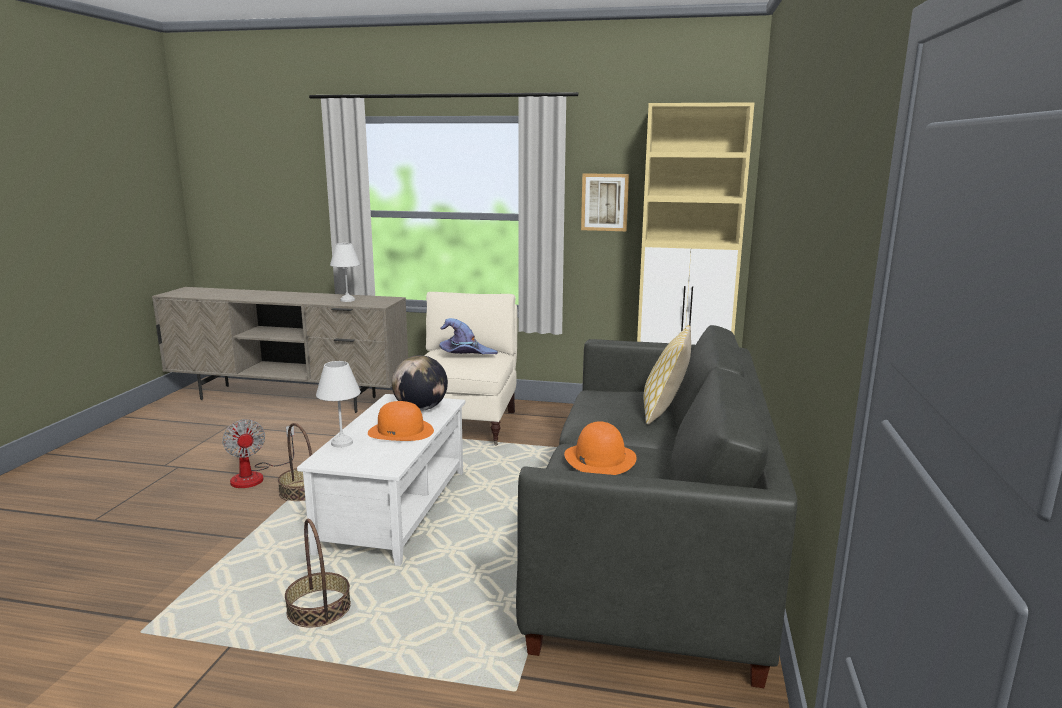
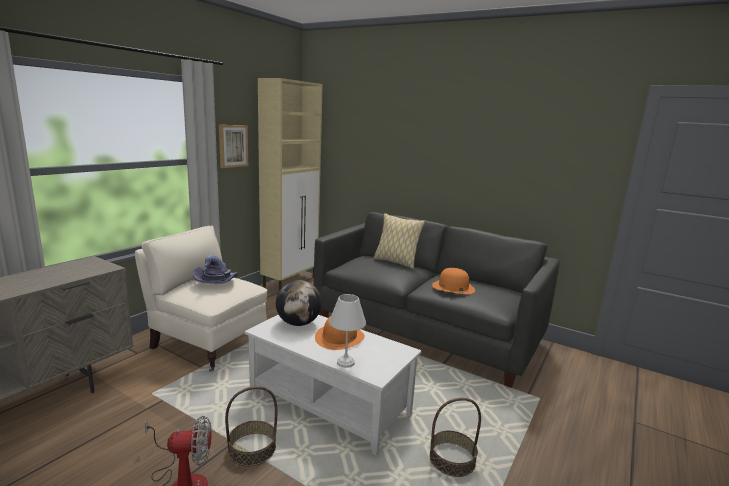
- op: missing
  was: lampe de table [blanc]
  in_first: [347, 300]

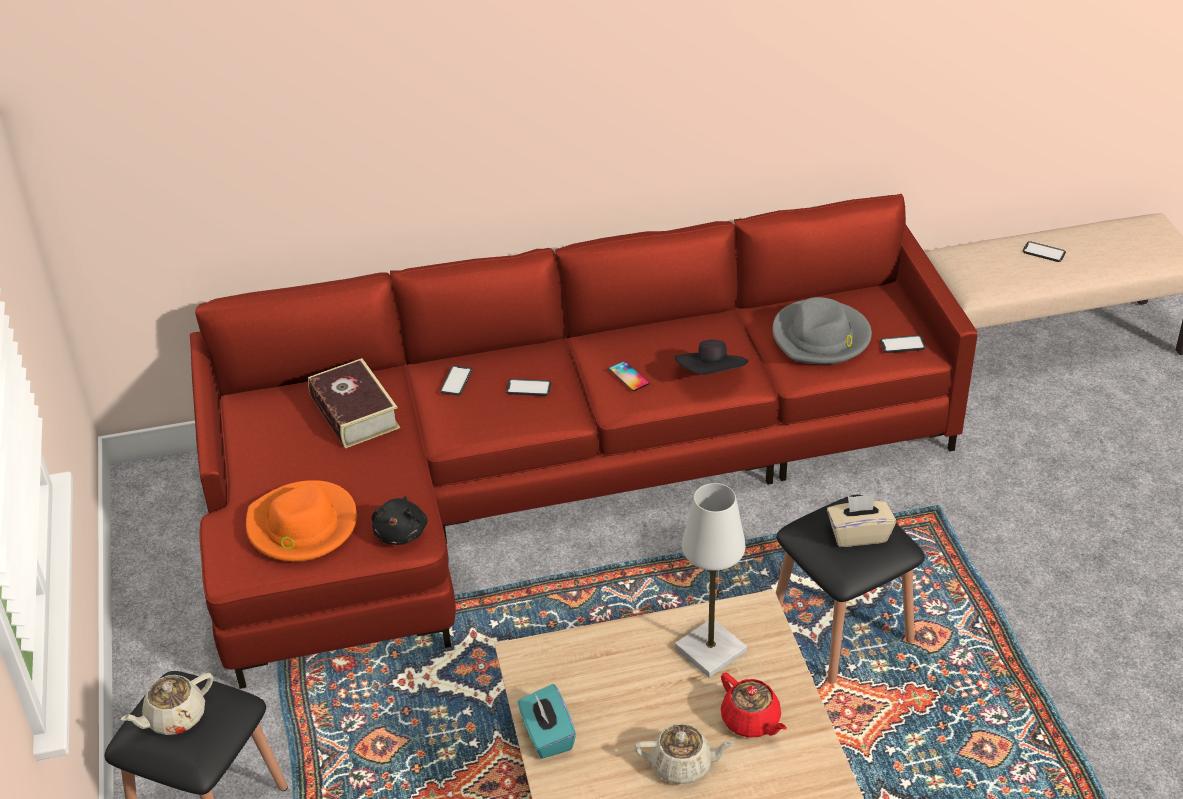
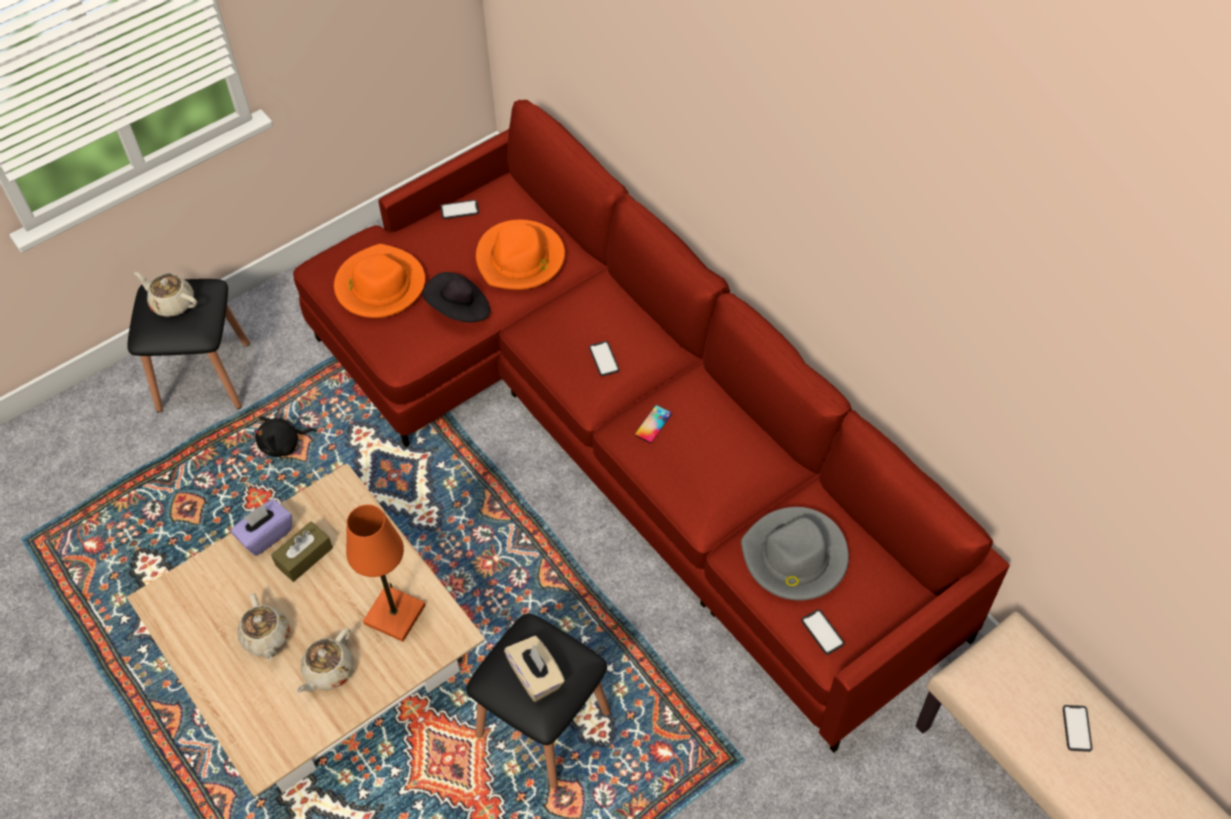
- op: exchanged
  was: livre
  now: chapeau [orange]
  in_first: [354, 413]
  in_second: [521, 259]
- op: relocated
  was: peluche [noir]
  in_first: [401, 532]
  in_second: [283, 444]
- op: relocated
  was: téléphone
  in_first: [456, 381]
  in_second: [459, 210]
- op: colour
  was: boîte à mouchoirs [turquoise]
  now: boîte à mouchoirs [violet]
  in_first: [547, 735]
  in_second: [266, 535]
- op: relocated
  was: chapeau [noir]
  in_first: [711, 376]
  in_second: [459, 309]
- op: colour
  was: lampe de table [blanc]
  now: lampe de table [orange]
  in_first: [710, 650]
  in_second: [395, 614]
- op: colour
  was: théière [rouge]
  now: théière [beige]
  in_first: [751, 721]
  in_second: [328, 671]
- op: appeared
  now: boîte à mouchoirs [marron]
  in_second: [304, 557]

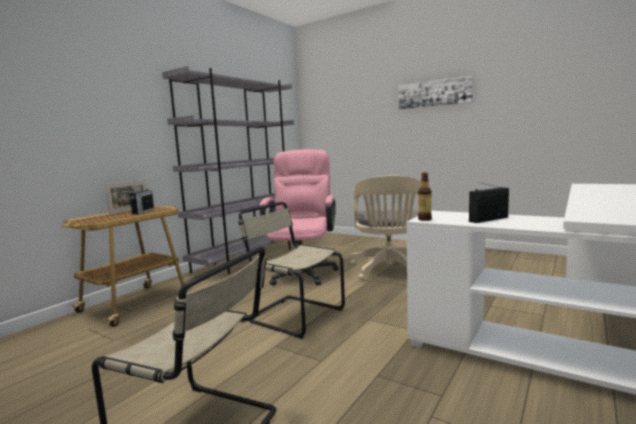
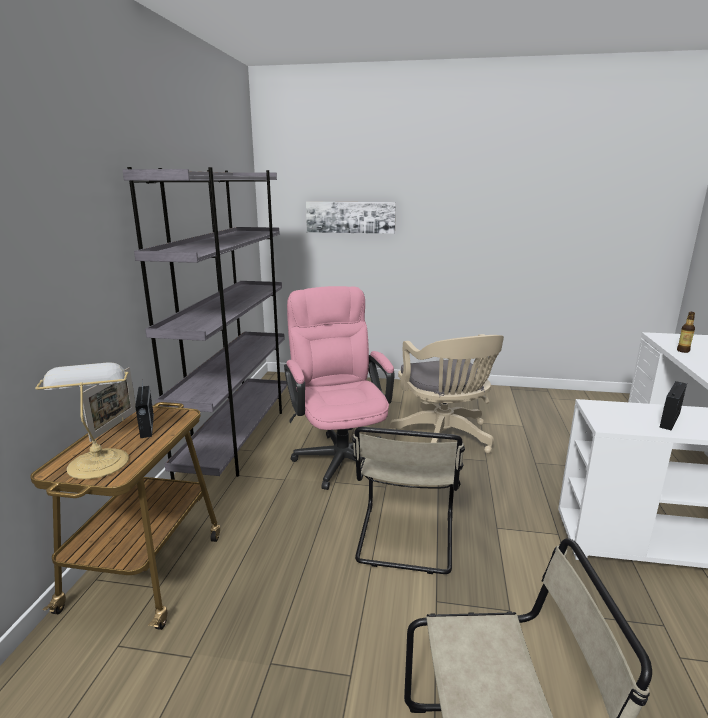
- op: spun
  was: chaise [beige]
  in_first: [293, 315]
  in_second: [405, 540]
  clockwise: -90
- op: relocated
  was: tableau
  in_first: [434, 93]
  in_second: [350, 217]
- op: relocated
  was: bouteille
  in_first: [424, 219]
  in_second: [683, 351]
- op: appeared
  now: lampe de table
  in_second: [98, 462]

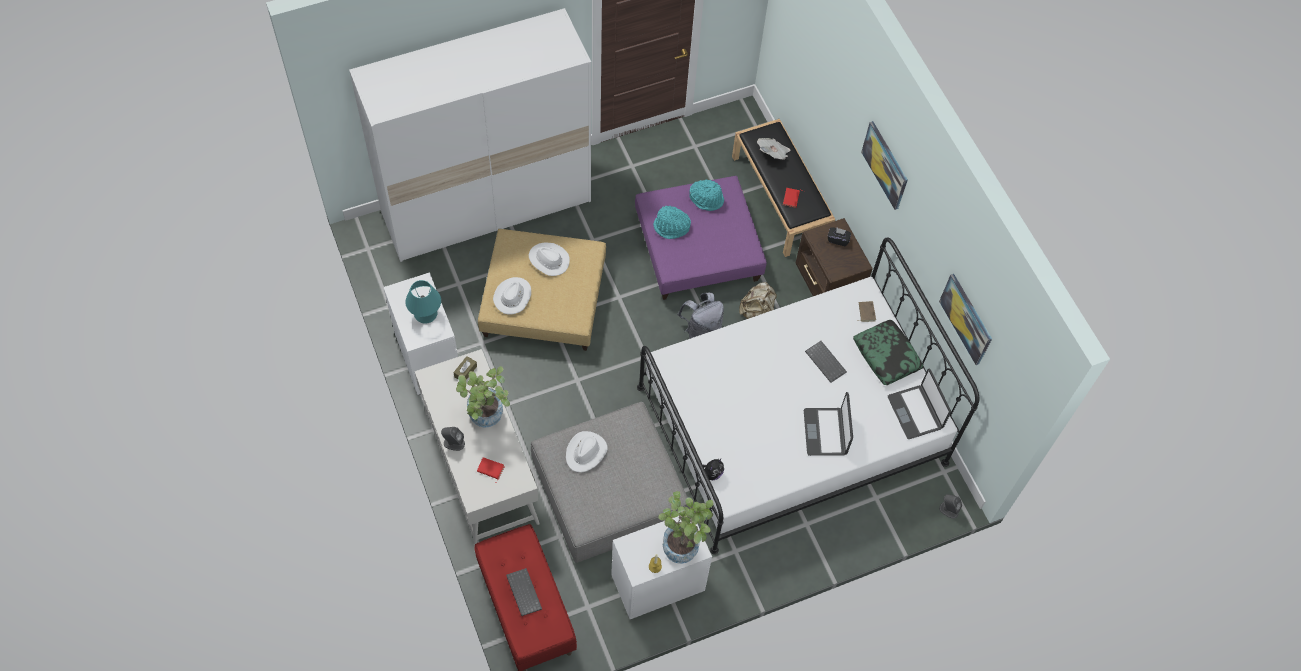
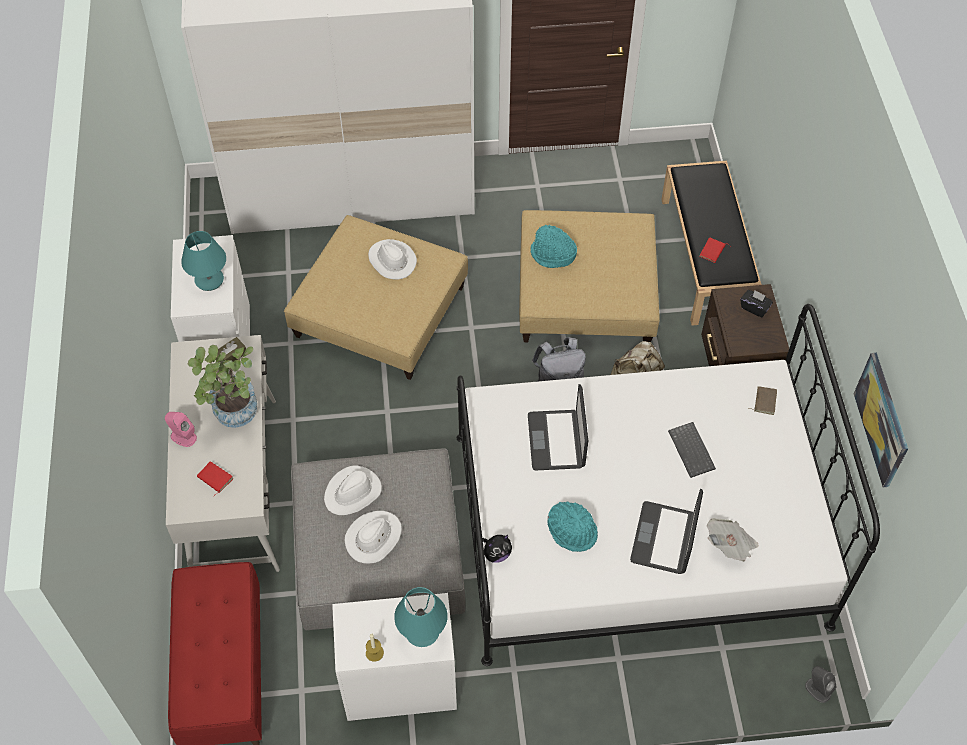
- op: colour
  was: enceinte [gris]
  now: enceinte [rose]
  in_first: [453, 443]
  in_second: [183, 436]
- op: relocated
  was: chapeau [blanc]
  in_first: [512, 296]
  in_second: [373, 538]
- op: missing
  was: clavier
  in_first: [523, 592]
- op: colour
  was: pouf [violet]
  now: pouf [beige]
  in_first: [697, 249]
  in_second: [585, 293]
- op: exchanged
  was: plante en pot
  now: lampe de table [turquoise]
  in_first: [683, 543]
  in_second: [422, 632]
- op: relocated
  was: chapeau [turquoise]
  in_first: [706, 198]
  in_second: [572, 530]
- op: relocated
  was: journal
  in_first: [773, 154]
  in_second: [730, 545]
- op: missing
  was: coussin
  in_first: [887, 356]
- op: missing
  was: tableau
  in_first: [885, 165]
- op: relocated
  was: ordinateur portable
  in_first: [915, 412]
  in_second: [557, 441]

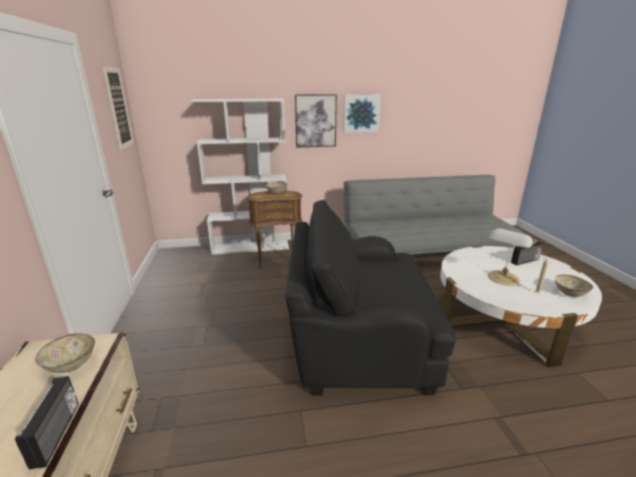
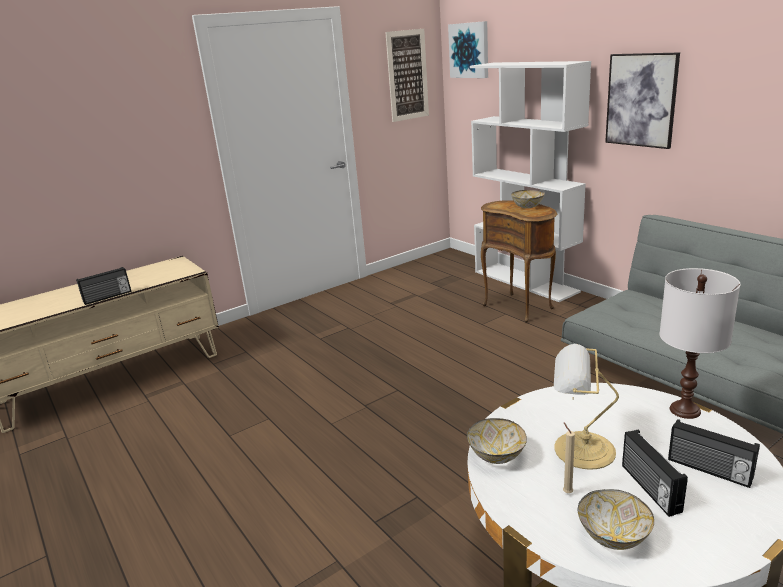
- op: relocated
  was: bol
  in_first: [71, 365]
  in_second: [497, 456]
- op: missing
  was: fauteuil [noir]
  in_first: [357, 341]
- op: relocated
  was: tableau
  in_first: [361, 113]
  in_second: [469, 50]
- op: appeared
  now: radio
  in_second: [649, 488]
- op: appeared
  now: lampe de table [blanc]
  in_second: [684, 410]

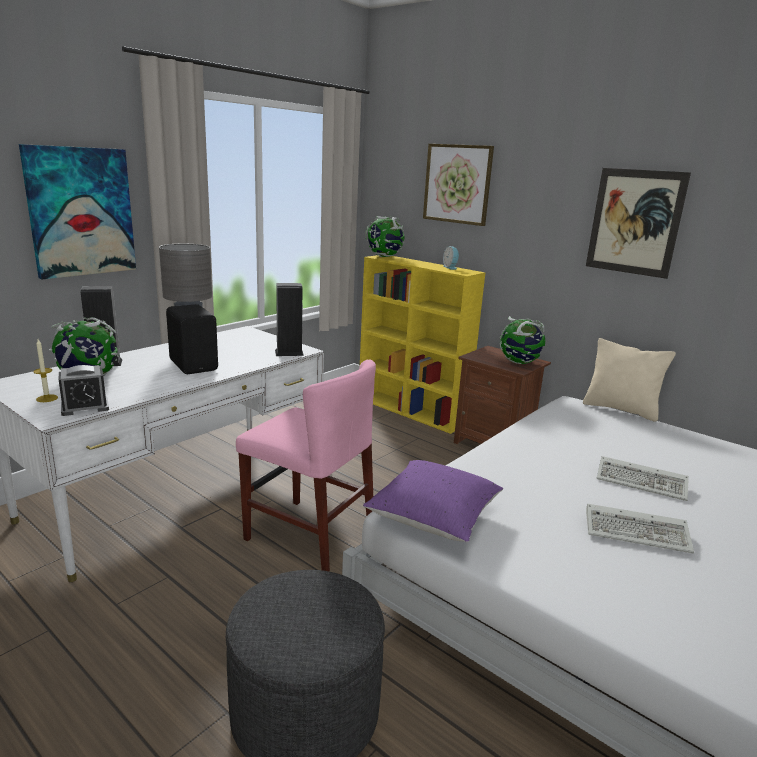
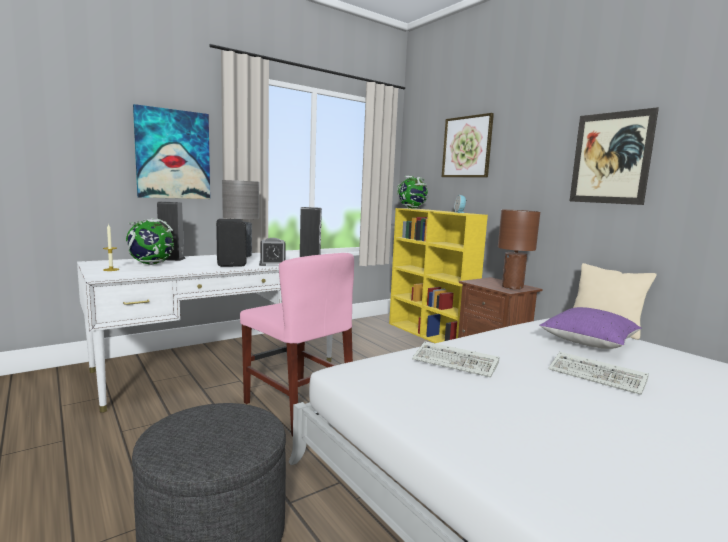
- op: relocated
  was: réveil
  in_first: [85, 407]
  in_second: [272, 264]
- op: relocated
  was: coussin [violet]
  in_first: [433, 517]
  in_second: [588, 343]
- op: exchanged
  was: globe
  now: lampe de table [marron]
  in_first: [519, 362]
  in_second: [512, 287]
- op: relocated
  was: clavier
  in_first: [638, 532]
  in_second: [457, 363]

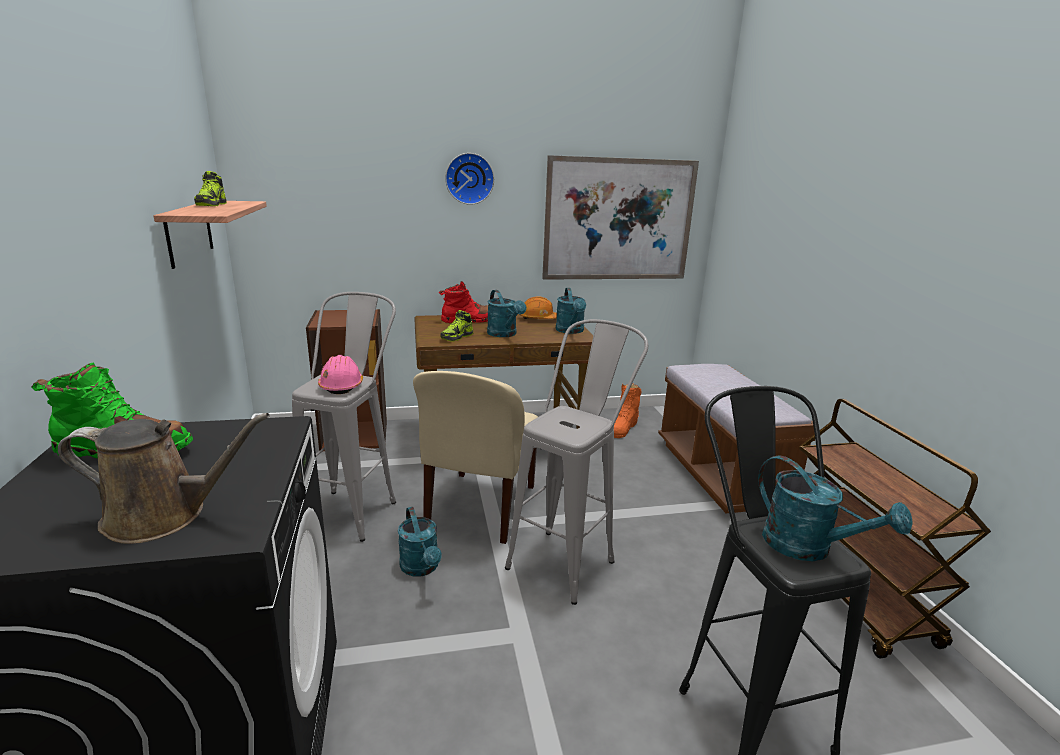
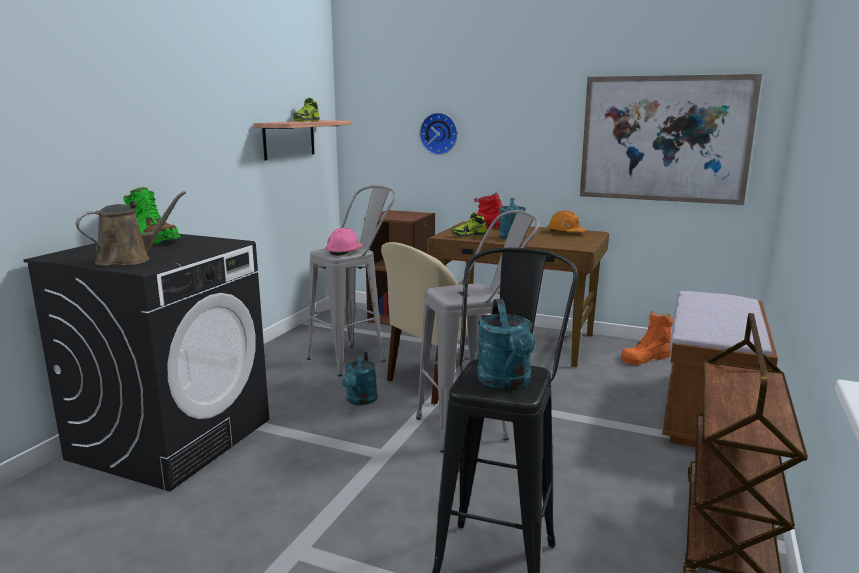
- op: spun
  was: arrosoir [marron]
  in_first: [164, 516]
  in_second: [129, 259]
  clockwise: -75
- op: relocated
  was: horloge murale
  in_first: [469, 178]
  in_second: [439, 133]
- op: missing
  was: arrosoir [turquoise]
  in_first: [571, 331]

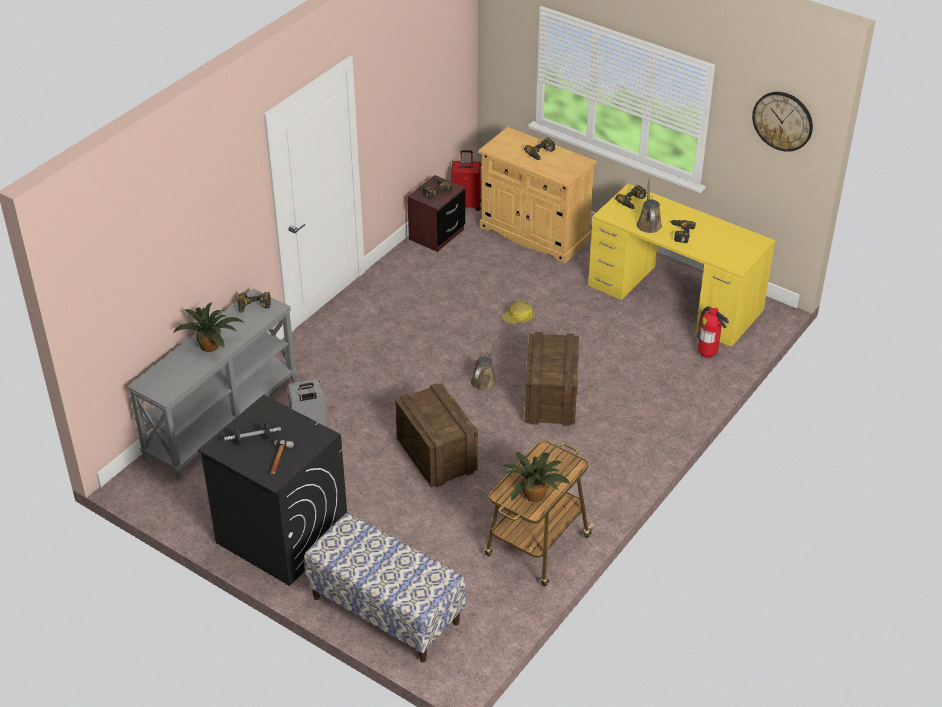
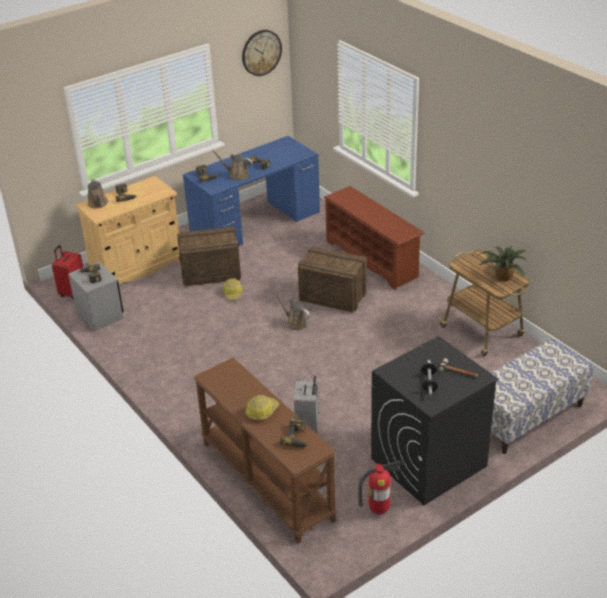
- op: colour
  was: table console [gris]
  now: table console [marron]
  in_first: [221, 418]
  in_second: [265, 481]
- op: exchanged
  was: plante en pot
  now: casque de chantier
  in_first: [211, 345]
  in_second: [261, 411]
- op: relocated
  was: perceuse
  in_first: [253, 307]
  in_second: [298, 437]
- op: relocated
  was: caisse
  in_first: [436, 454]
  in_second: [210, 273]
- op: colour
  was: table de chevet [marron]
  now: table de chevet [gris]
  in_first: [436, 235]
  in_second: [100, 315]
- op: colour
  was: bureau [jaune]
  now: bureau [bleu]
  in_first: [675, 298]
  in_second: [256, 222]
- op: relocated
  was: extincteur
  in_first: [707, 355]
  in_second: [379, 510]
- op: appeared
  now: arrosoir [marron]
  in_second: [98, 204]
- op: appeared
  now: étagère à chaussures [marron]
  in_second: [372, 259]

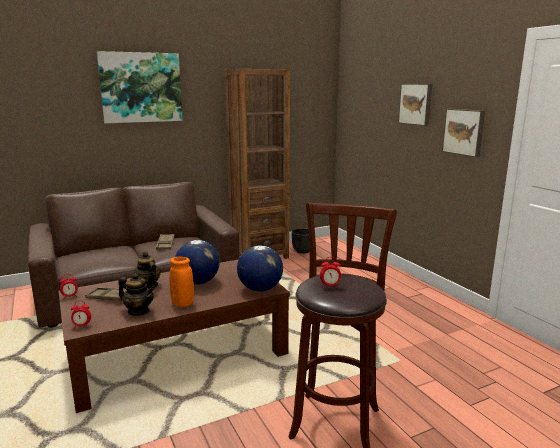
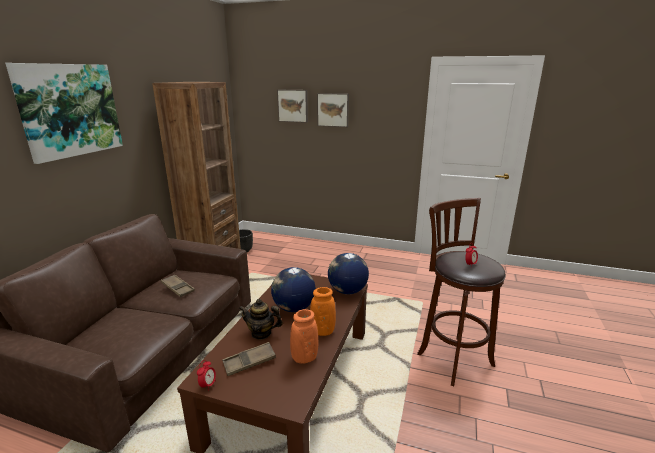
- op: missing
  was: réveil
  in_first: [82, 326]
- op: exchanged
  was: théière
  now: vase [orange]
  in_first: [138, 311]
  in_second: [304, 358]
- op: relocated
  was: tableau
  in_first: [464, 132]
  in_second: [293, 105]

